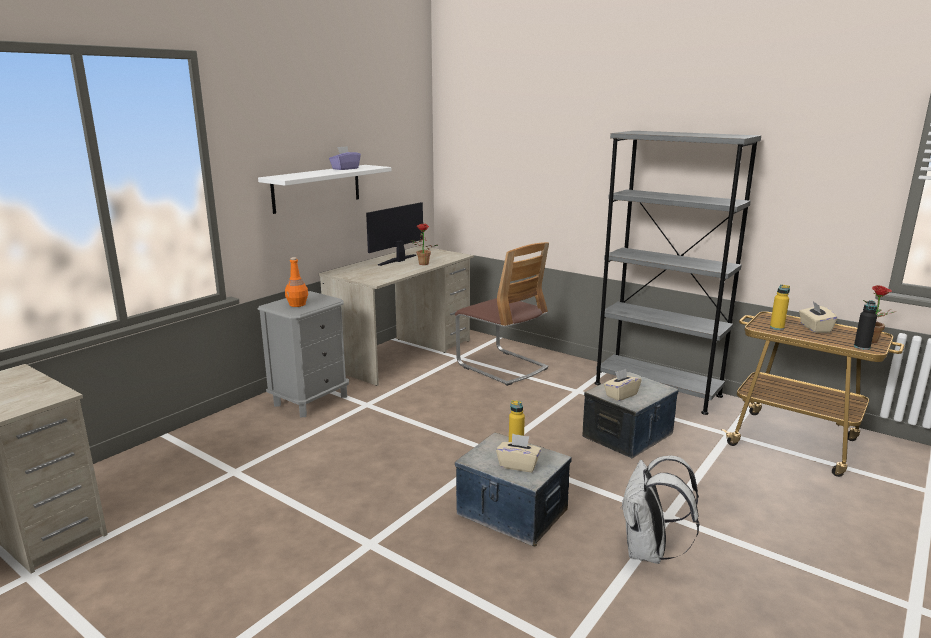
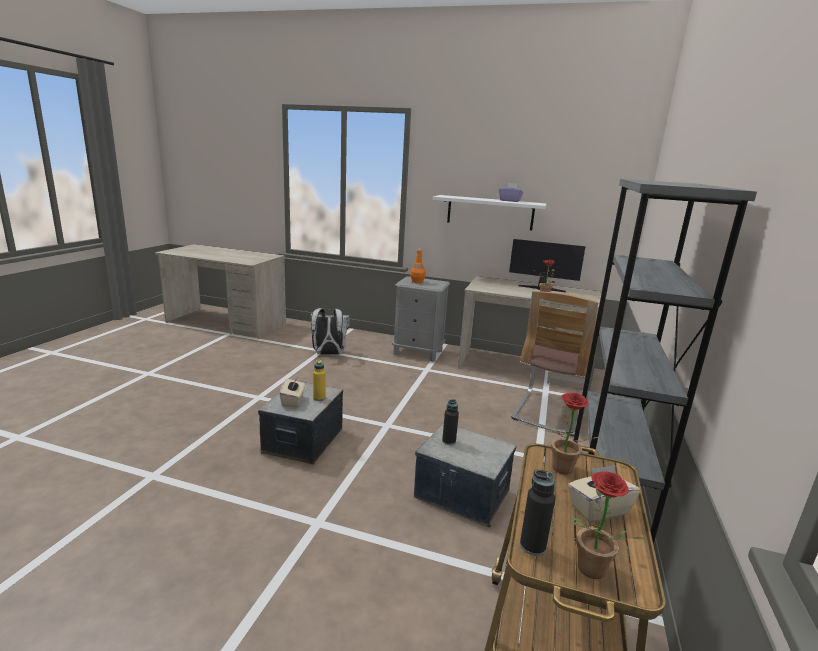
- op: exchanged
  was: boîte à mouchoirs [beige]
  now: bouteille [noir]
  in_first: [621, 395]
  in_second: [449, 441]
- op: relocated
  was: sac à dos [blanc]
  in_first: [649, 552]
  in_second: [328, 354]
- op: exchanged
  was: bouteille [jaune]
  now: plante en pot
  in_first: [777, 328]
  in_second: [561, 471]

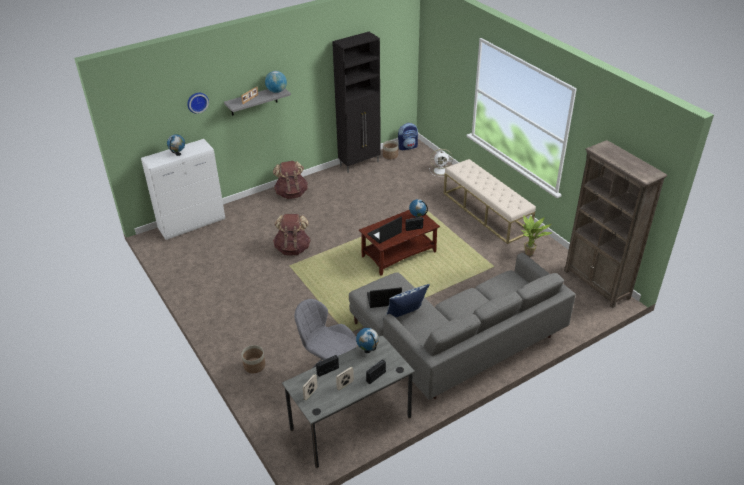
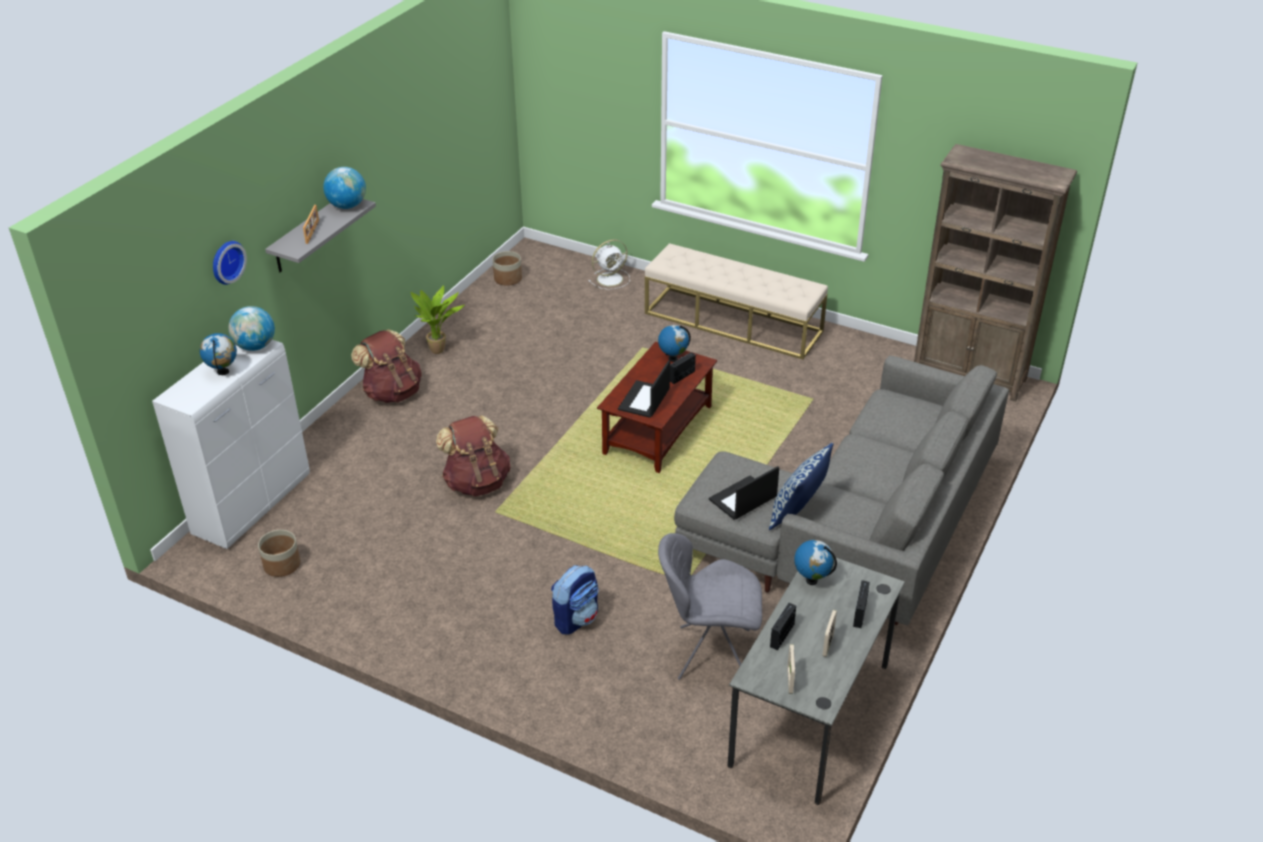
- op: relocated
  was: cache-pot
  in_first: [254, 366]
  in_second: [282, 565]
- op: missing
  was: meuble de rangement [noir]
  in_first: [360, 164]
- op: relocated
  was: sac à dos
  in_first: [408, 147]
  in_second: [576, 618]
- op: relocated
  was: plante en pot
  in_first: [530, 253]
  in_second: [440, 350]
- op: appeared
  now: globe
  in_second: [255, 346]

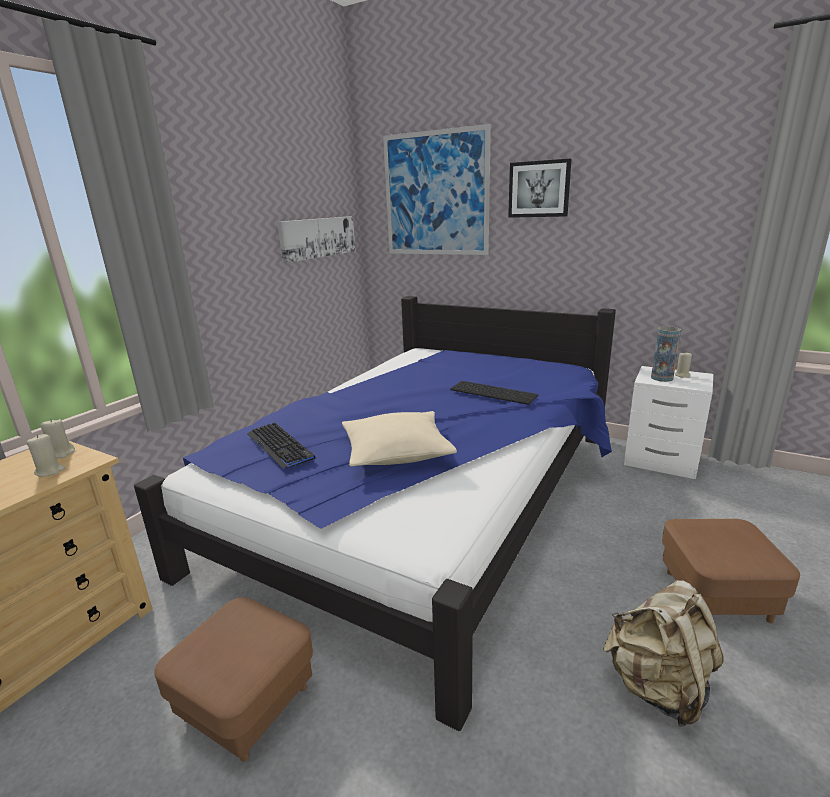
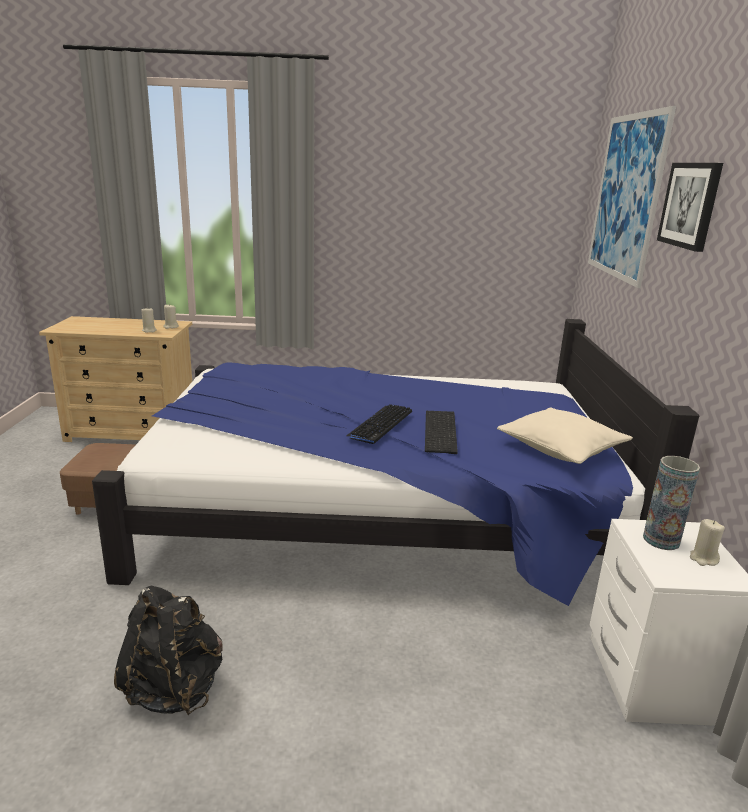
- op: relocated
  was: clavier
  in_first: [280, 446]
  in_second: [380, 424]
- op: missing
  was: tableau
  in_first: [318, 237]
- op: relocated
  was: coussin [beige]
  in_first: [397, 452]
  in_second: [561, 449]
- op: colour
  was: sac à dos [beige]
  now: sac à dos [noir]
  in_first: [657, 686]
  in_second: [174, 687]
- op: missing
  was: pouf [marron]
  in_first: [716, 595]

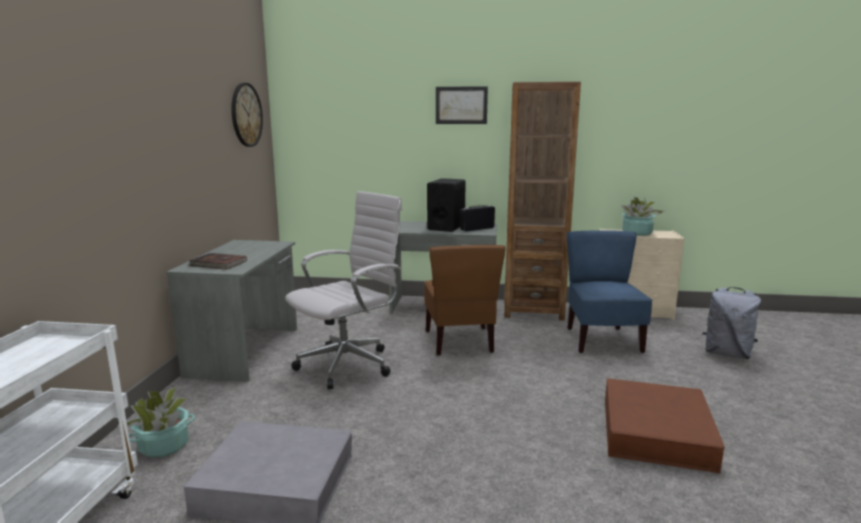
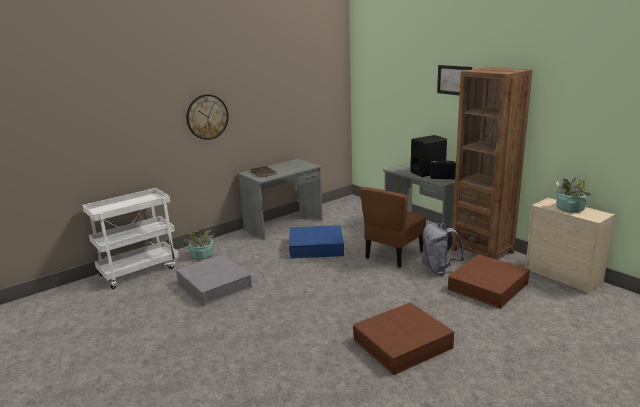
- op: relocated
  was: horloge murale
  in_first: [246, 115]
  in_second: [207, 117]
- op: exchanged
  was: chaise de bureau [blanc]
  now: boîte de rangement [bleu]
  in_first: [349, 364]
  in_second: [316, 247]
- op: exchanged
  was: chaise [bleu]
  now: boîte de rangement [marron]
  in_first: [602, 340]
  in_second: [488, 286]
- op: relocated
  was: sac à dos [gris]
  in_first: [727, 353]
  in_second: [439, 270]

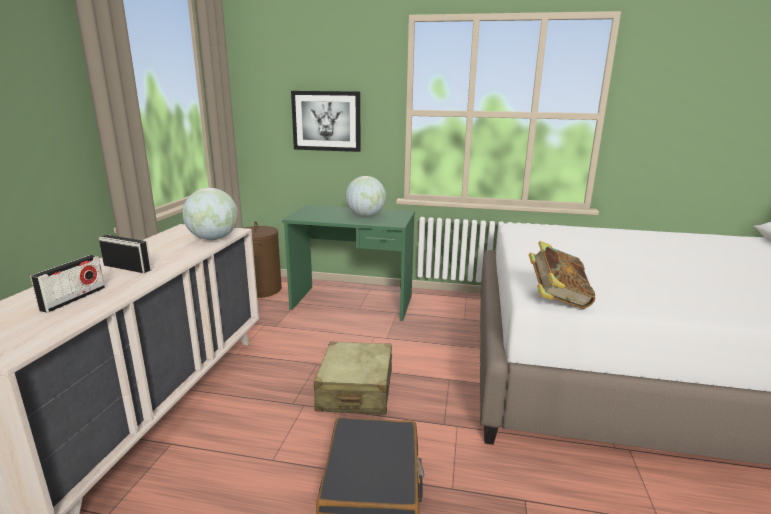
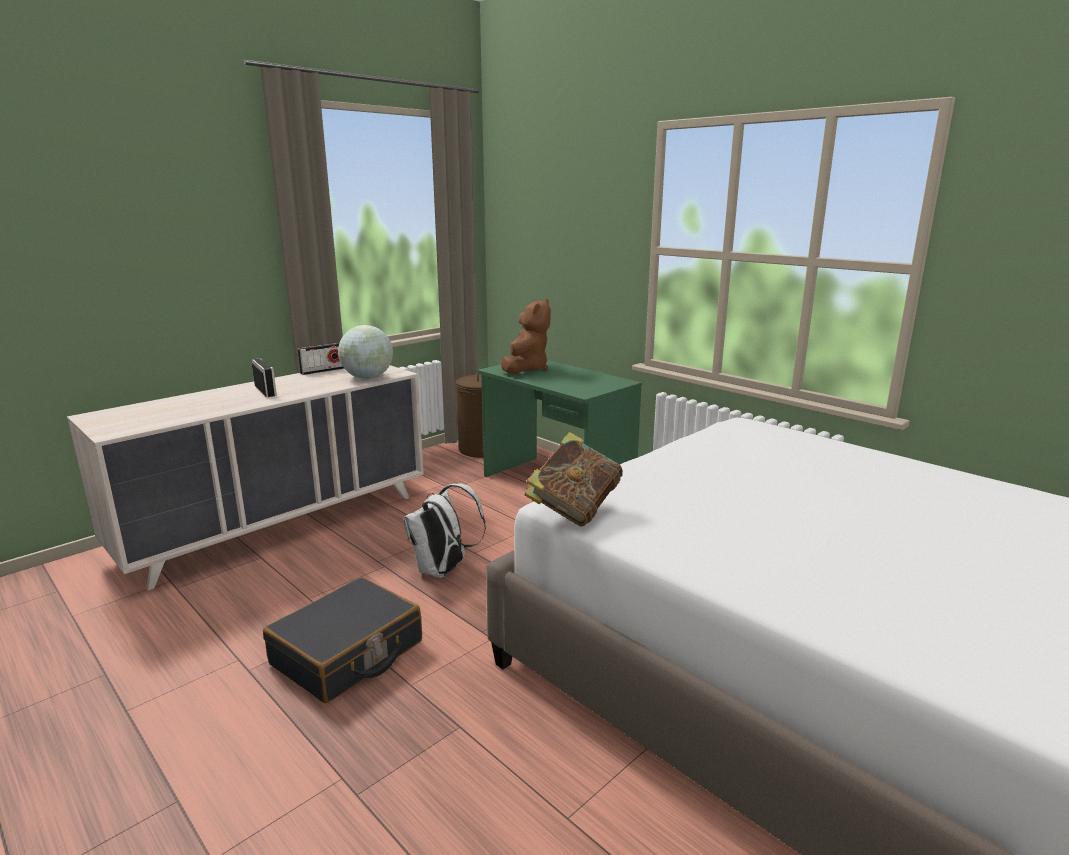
- op: relocated
  was: radio
  in_first: [73, 299]
  in_second: [323, 371]
- op: missing
  was: tableau
  in_first: [326, 121]
- op: exchanged
  was: valise [beige]
  now: sac à dos [blanc]
  in_first: [355, 390]
  in_second: [443, 570]
- op: missing
  was: globe
  in_first: [365, 216]
- op: appeared
  now: peluche [marron]
  in_second: [526, 369]

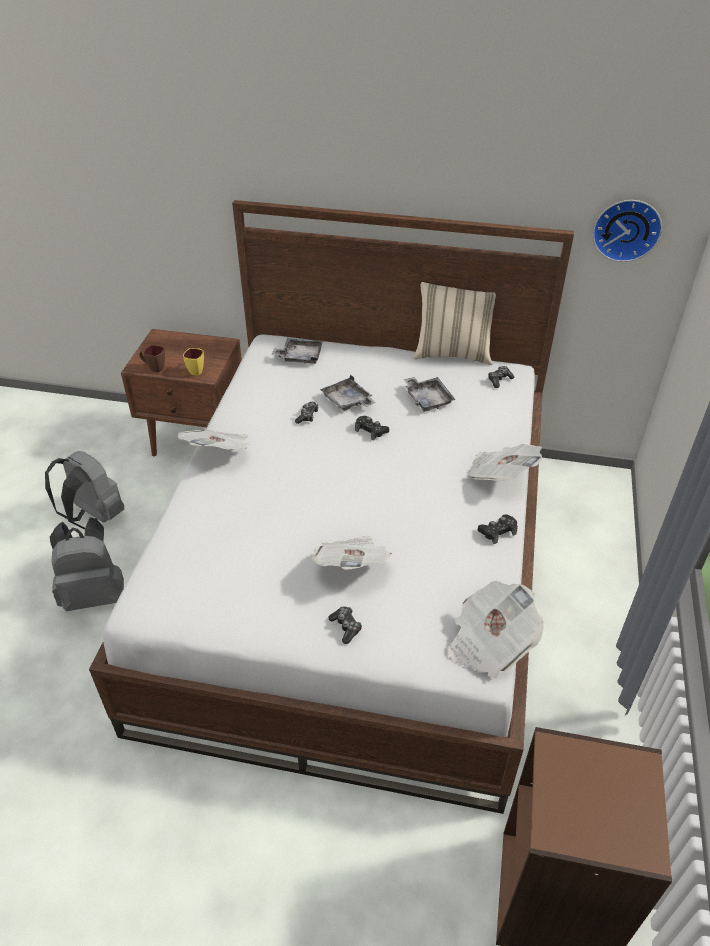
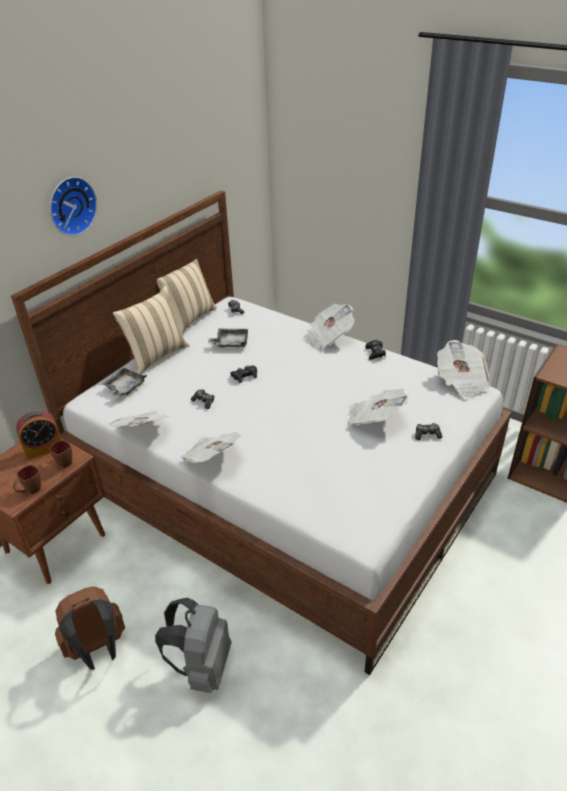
- op: colour
  was: sac à dos [gris]
  now: sac à dos [marron]
  in_first: [94, 516]
  in_second: [98, 650]
- op: colour
  was: mug [jaune]
  now: mug [marron]
  in_first: [197, 370]
  in_second: [63, 462]
- op: missing
  was: plateau [gris]
  in_first: [347, 401]
- op: relocated
  was: horloge murale
  in_first: [626, 229]
  in_second: [70, 205]
- op: appeared
  now: réveil
  in_second: [43, 448]
- op: appeared
  now: journal
  in_second: [143, 431]
- op: appeared
  now: coussin [beige]
  in_second: [156, 356]

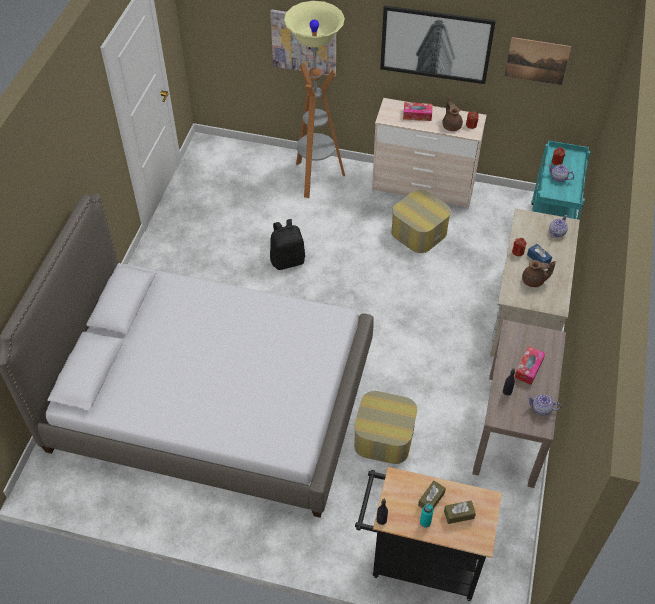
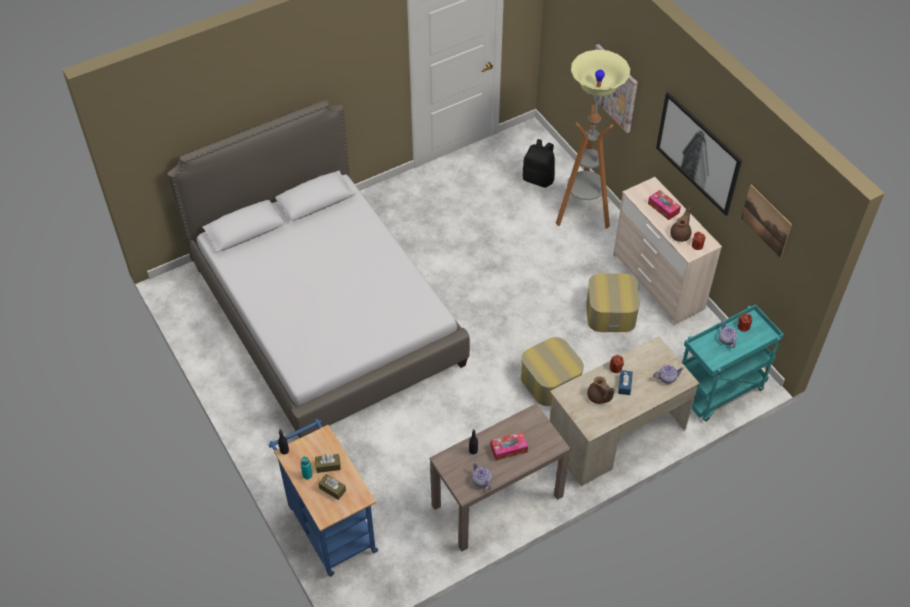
- op: relocated
  was: sac à dos [noir]
  in_first: [288, 260]
  in_second: [538, 178]
- op: relocated
  was: pouf
  in_first: [384, 436]
  in_second: [550, 381]
- op: colour
  was: chariot [noir]
  now: chariot [bleu]
  in_first: [419, 561]
  in_second: [329, 525]

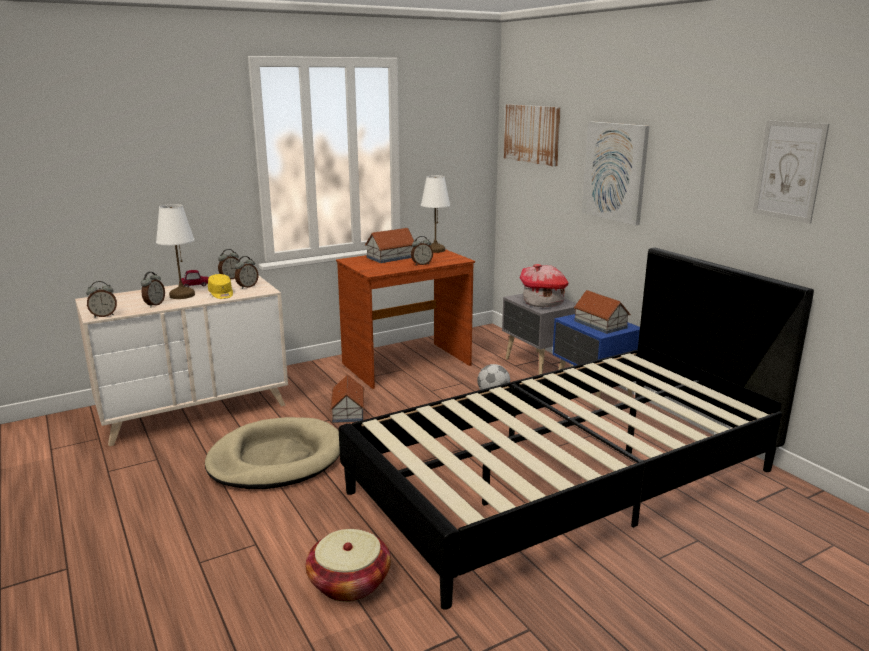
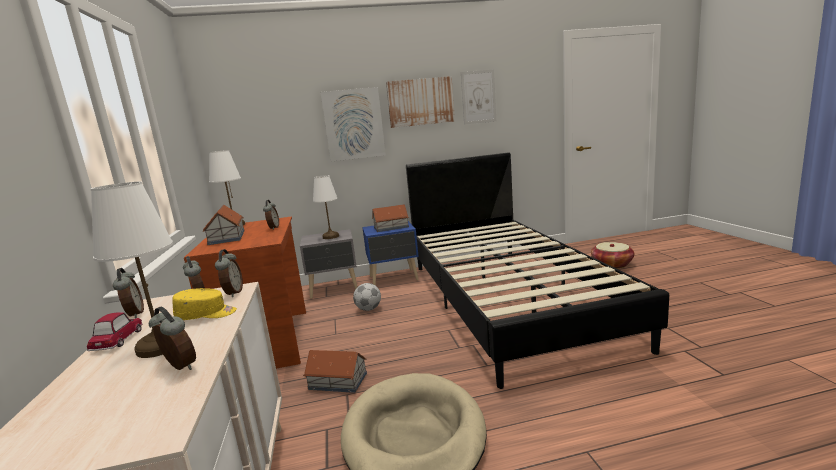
- op: relocated
  was: réveil
  in_first: [104, 316]
  in_second: [233, 293]
- op: relocated
  was: panier
  in_first: [349, 582]
  in_second: [612, 264]
- op: relocated
  was: tableau
  in_first: [532, 134]
  in_second: [420, 102]
- op: exchanged
  was: maison miniature
  now: lampe de table [blanc]
  in_first: [543, 303]
  in_second: [331, 236]

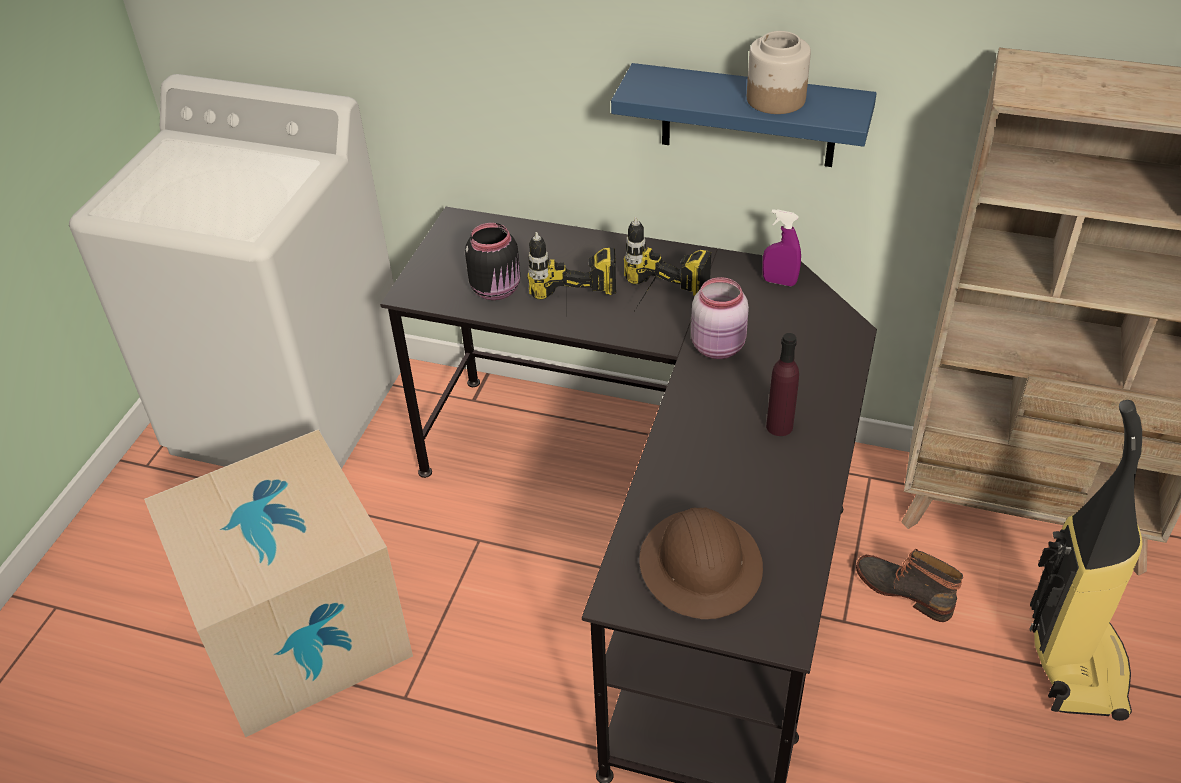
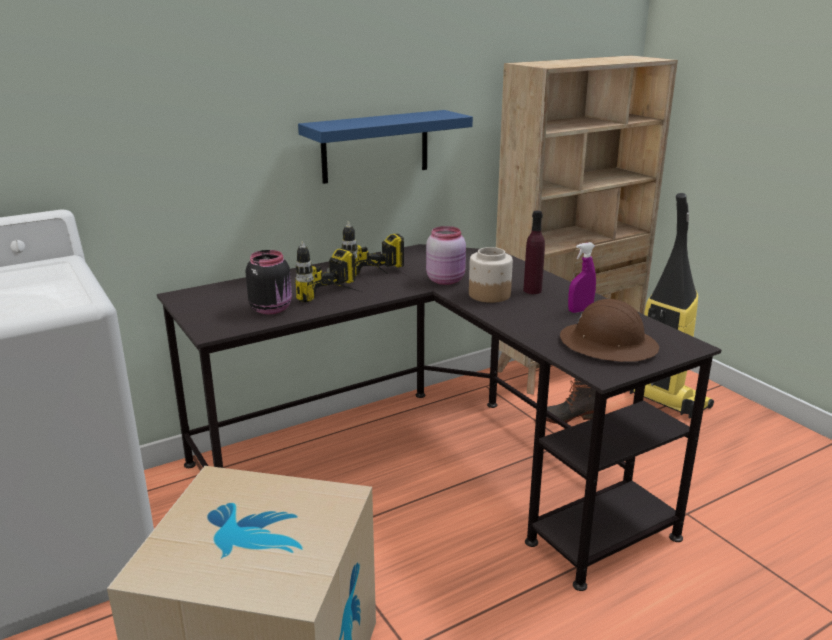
- op: relocated
  was: bocal
  in_first: [775, 99]
  in_second: [489, 295]
- op: relocated
  was: vaporisateur [violet]
  in_first: [779, 282]
  in_second: [580, 310]

